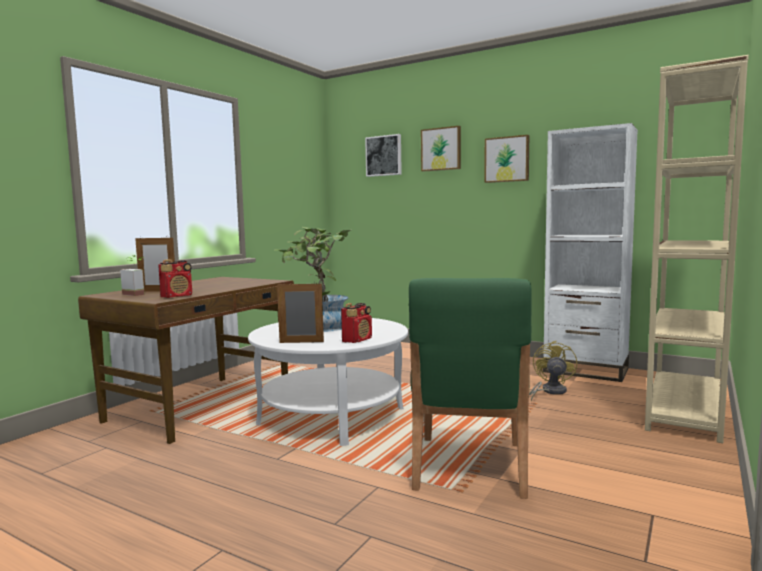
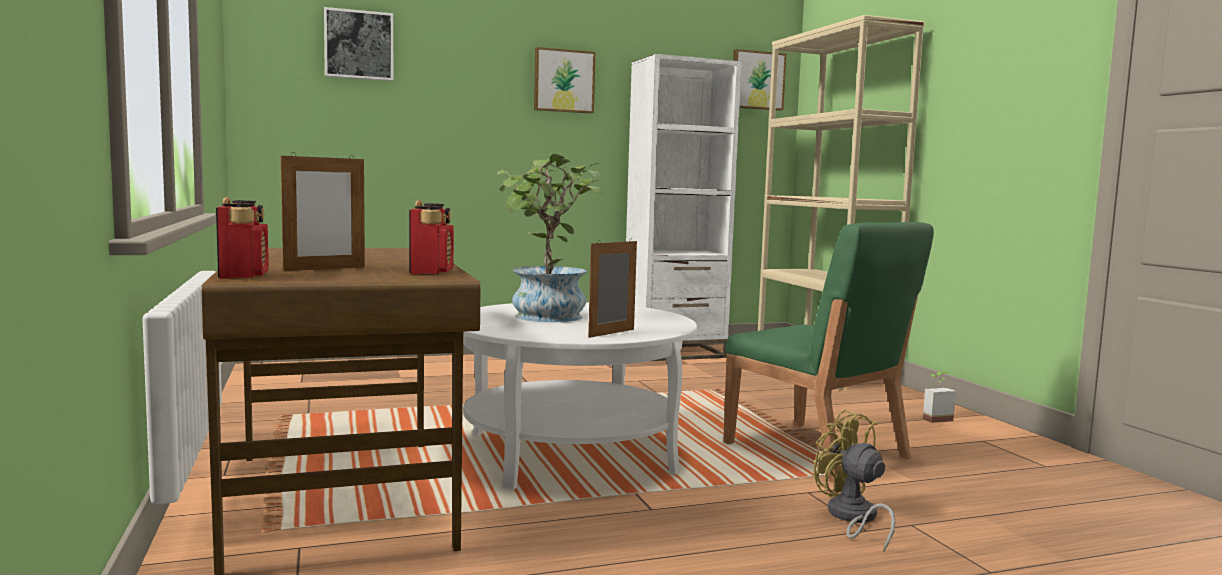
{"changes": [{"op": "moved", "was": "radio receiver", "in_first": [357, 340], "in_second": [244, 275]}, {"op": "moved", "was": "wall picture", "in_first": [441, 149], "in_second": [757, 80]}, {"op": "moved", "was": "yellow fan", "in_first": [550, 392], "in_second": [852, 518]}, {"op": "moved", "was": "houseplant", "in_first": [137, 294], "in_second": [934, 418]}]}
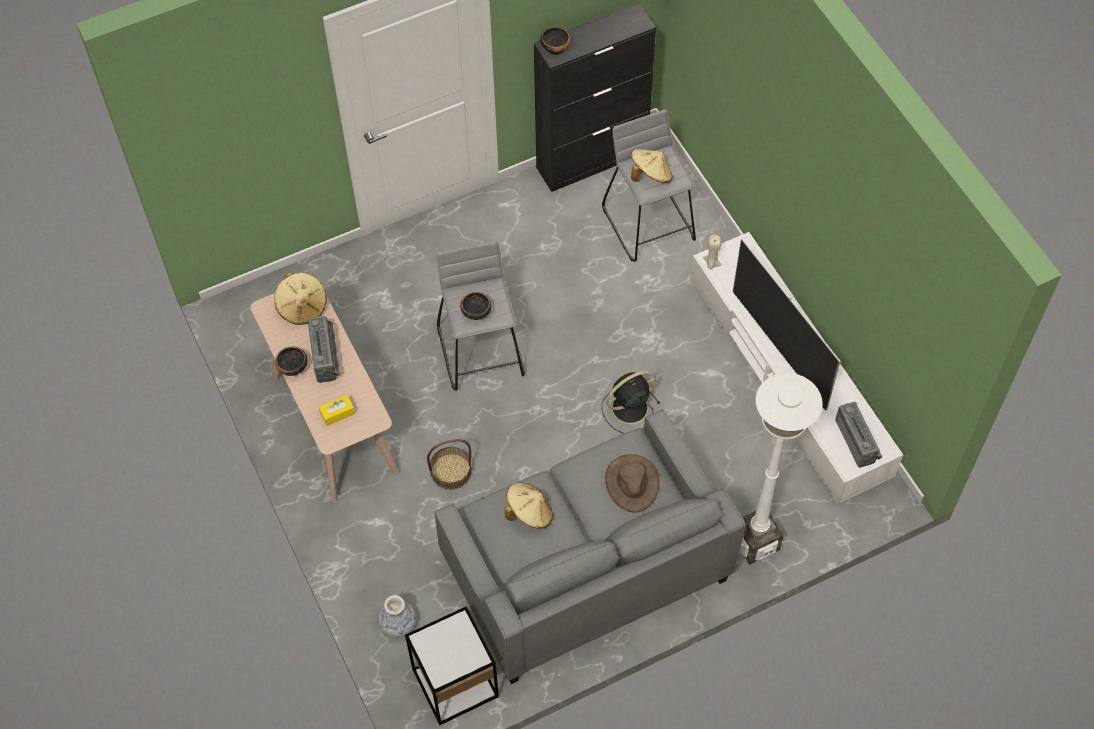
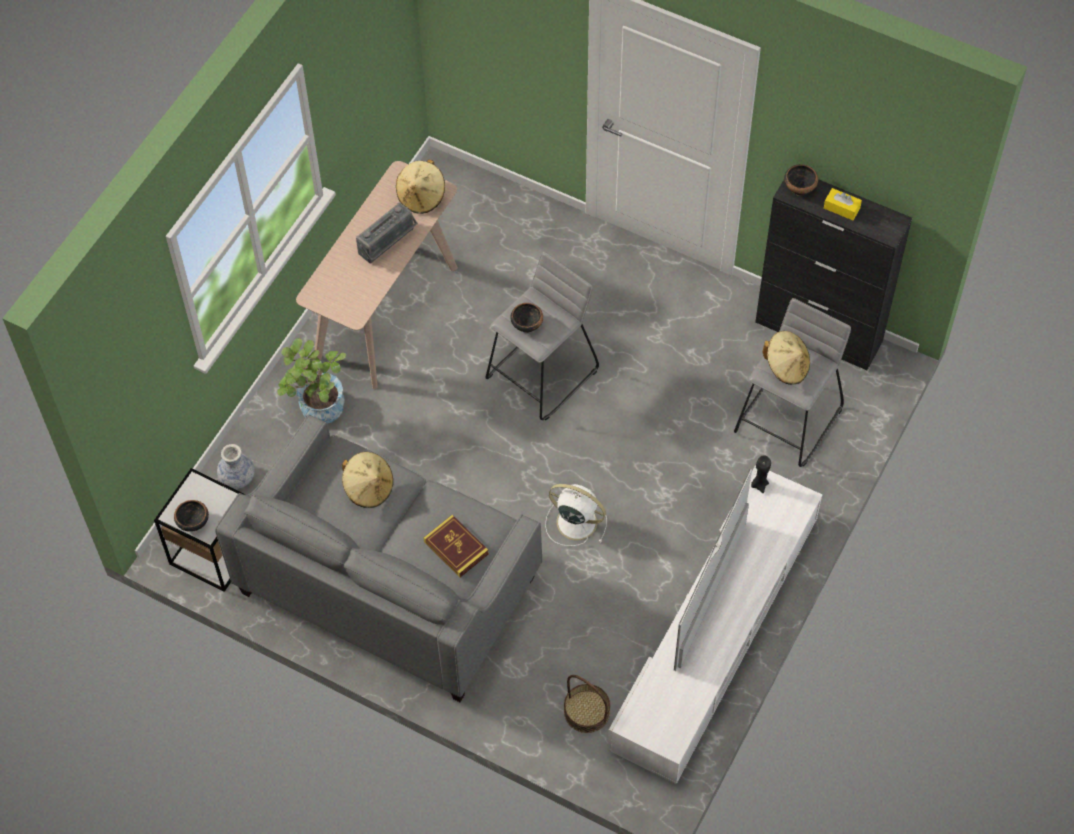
{"changes": [{"op": "moved", "was": "serving bowl", "in_first": [293, 367], "in_second": [192, 522]}, {"op": "added", "now": "houseplant", "in_second": [318, 411]}, {"op": "replaced", "was": "brown wearable hat", "now": "bound book", "in_first": [631, 483], "in_second": [456, 548]}, {"op": "recoloured", "was": "blackish fan", "now": "white fan", "in_first": [628, 409], "in_second": [575, 521]}, {"op": "moved", "was": "basket", "in_first": [451, 471], "in_second": [586, 711]}, {"op": "recoloured", "was": "beige wax candle", "now": "blackish wax candle", "in_first": [711, 263], "in_second": [759, 484]}, {"op": "moved", "was": "yellow box of tissues", "in_first": [337, 413], "in_second": [841, 208]}, {"op": "removed", "was": "white standard lamp", "in_first": [755, 543]}, {"op": "removed", "was": "radio receiver", "in_first": [858, 440]}]}
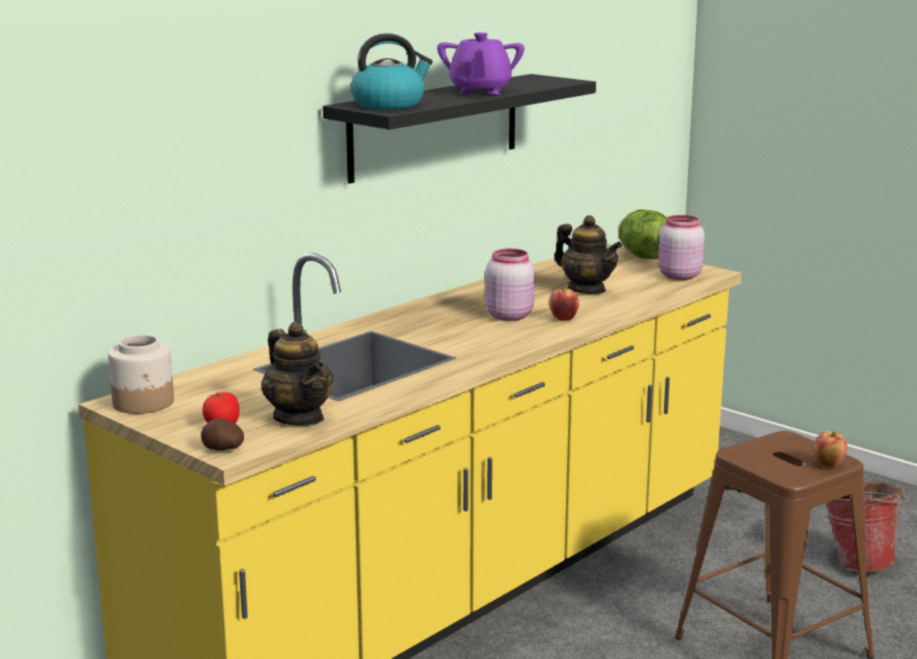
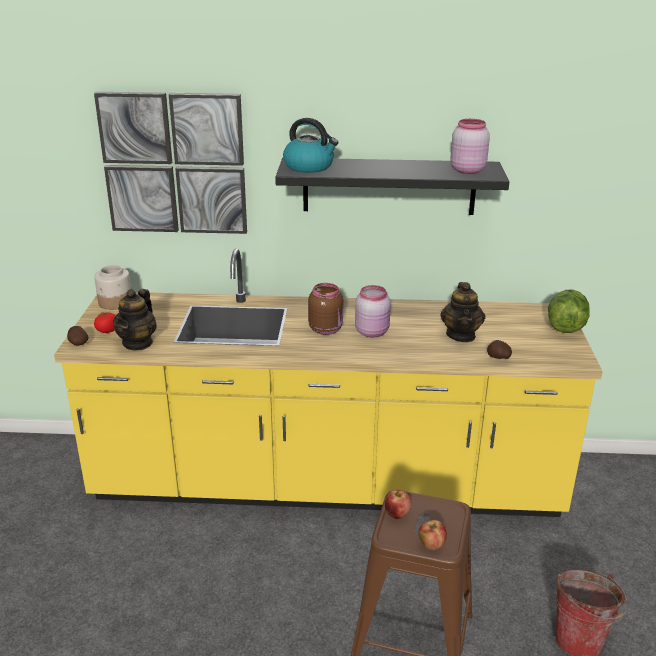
{"changes": [{"op": "added", "now": "wall picture", "in_second": [174, 164]}, {"op": "added", "now": "brown jar", "in_second": [326, 329]}, {"op": "moved", "was": "apple fruit", "in_first": [564, 319], "in_second": [397, 514]}, {"op": "moved", "was": "pink jar", "in_first": [678, 276], "in_second": [466, 170]}, {"op": "added", "now": "potato", "in_second": [498, 357]}, {"op": "removed", "was": "purplish teapot", "in_first": [480, 91]}]}
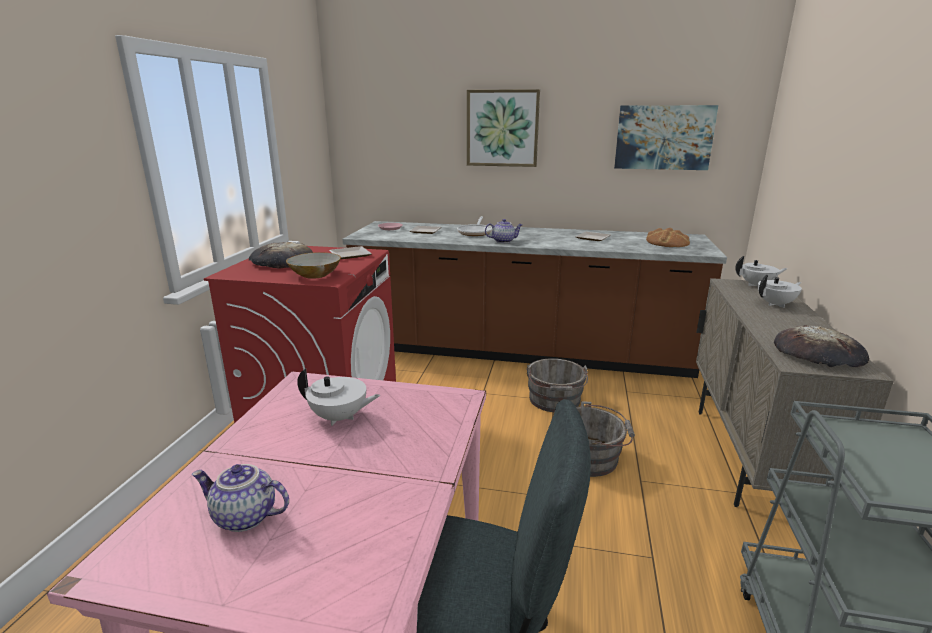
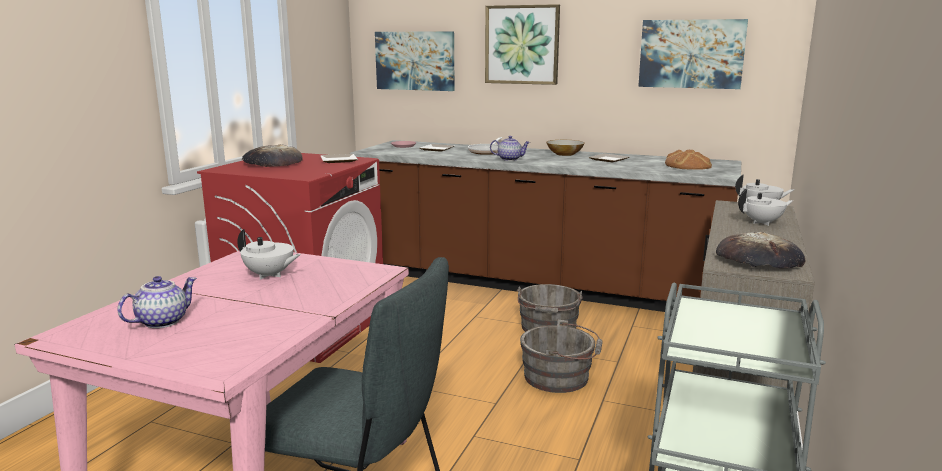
{"changes": [{"op": "turned", "was": "teapot", "in_first": [243, 518], "in_second": [162, 321], "clockwise": 105}, {"op": "added", "now": "wall picture", "in_second": [415, 61]}, {"op": "moved", "was": "serving bowl", "in_first": [314, 275], "in_second": [564, 154]}]}
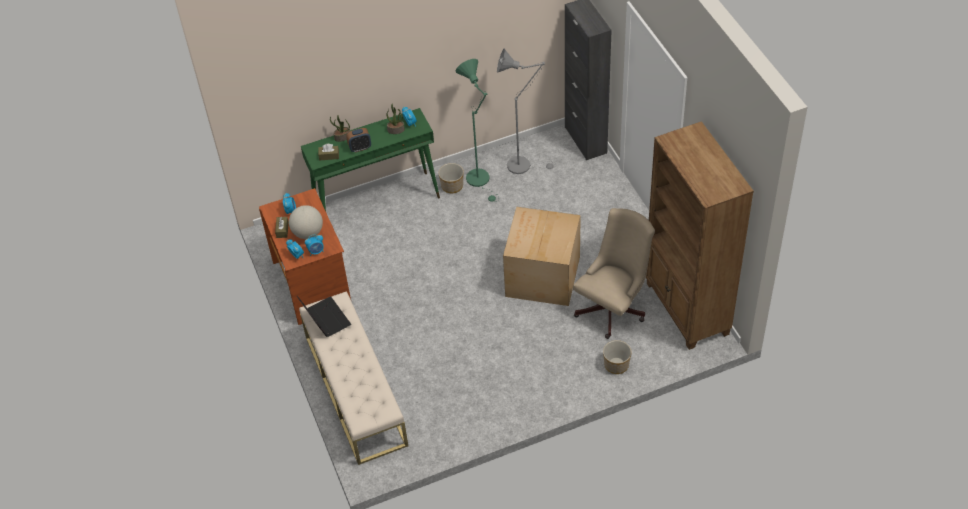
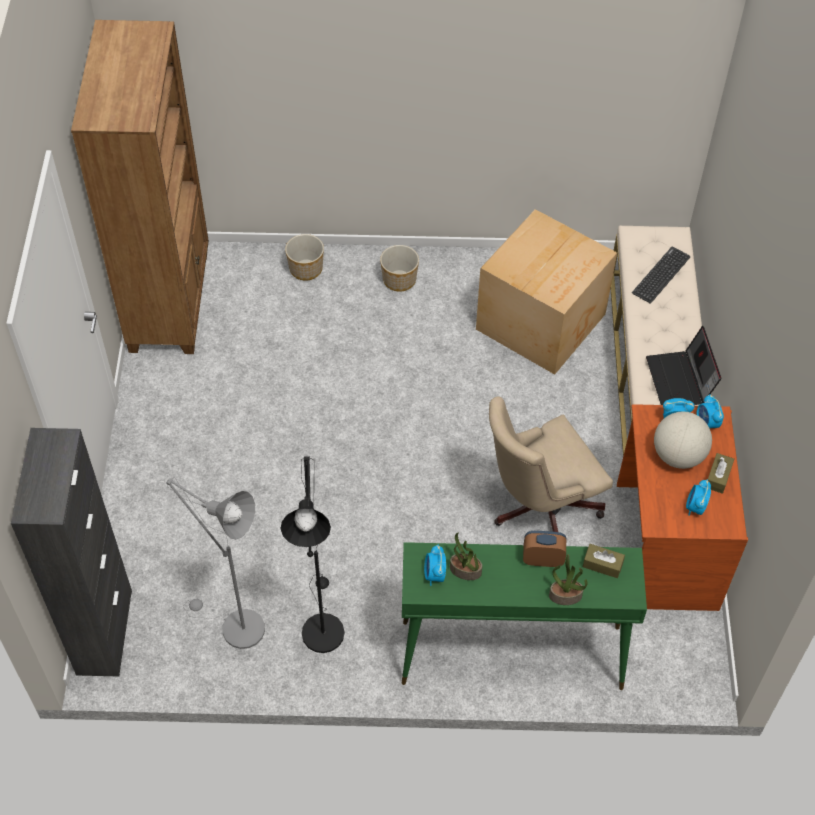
{"changes": [{"op": "recoloured", "was": "greenish standard lamp", "now": "blackish standard lamp", "in_first": [480, 181], "in_second": [321, 625]}, {"op": "moved", "was": "plant pot", "in_first": [452, 186], "in_second": [399, 279]}, {"op": "moved", "was": "cardboard box", "in_first": [541, 277], "in_second": [543, 321]}, {"op": "moved", "was": "beige computer chair", "in_first": [613, 307], "in_second": [538, 508]}, {"op": "added", "now": "computer keyboard", "in_second": [661, 275]}]}
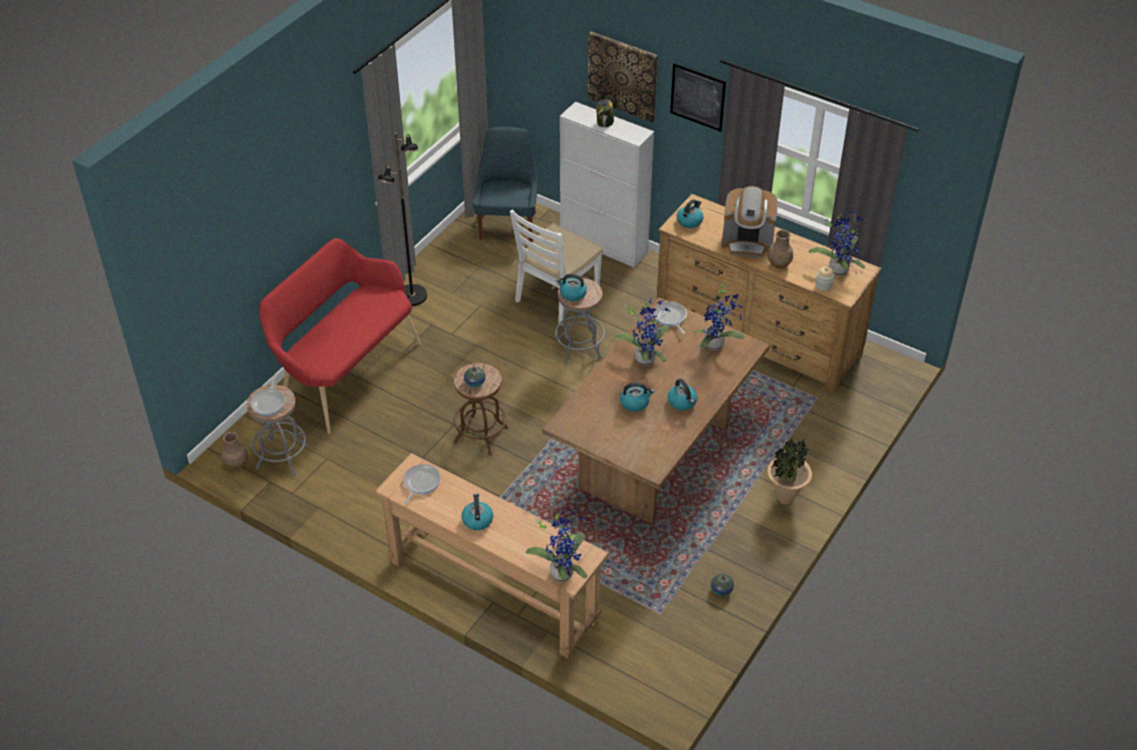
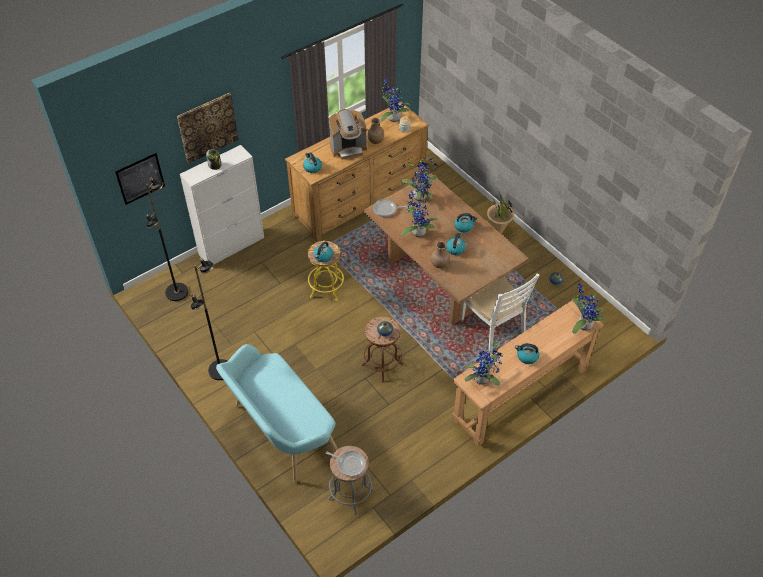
{"changes": [{"op": "moved", "was": "wall picture", "in_first": [697, 97], "in_second": [140, 178]}, {"op": "replaced", "was": "blue-coloured plain chair", "now": "blackish standard lamp", "in_first": [508, 224], "in_second": [177, 292]}, {"op": "recoloured", "was": "reddish long seat", "now": "turquoise long seat", "in_first": [345, 372], "in_second": [281, 432]}, {"op": "recoloured", "was": "grey sitting stool", "now": "yellow sitting stool", "in_first": [579, 348], "in_second": [326, 288]}, {"op": "turned", "was": "coffee brewer", "in_first": [747, 243], "in_second": [348, 148], "clockwise": 45}, {"op": "moved", "was": "brown vase", "in_first": [236, 463], "in_second": [439, 264]}, {"op": "moved", "was": "white plain chair", "in_first": [556, 296], "in_second": [493, 326]}, {"op": "replaced", "was": "frying pan", "now": "houseplant", "in_first": [420, 483], "in_second": [483, 380]}]}
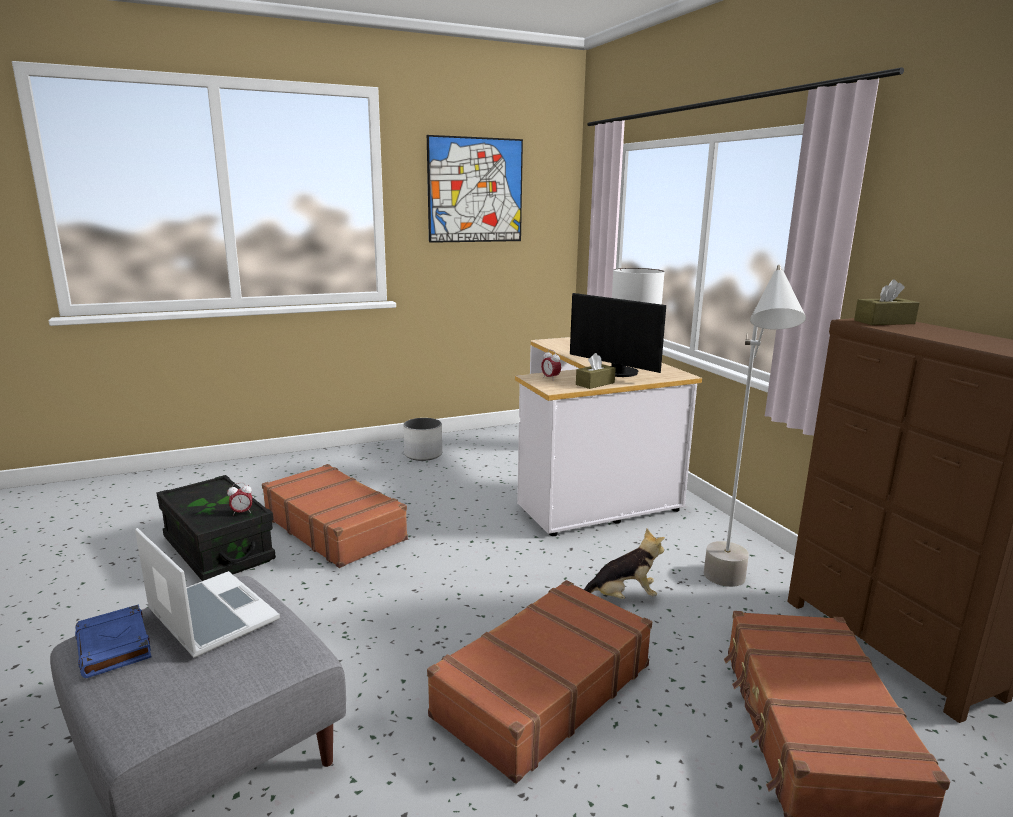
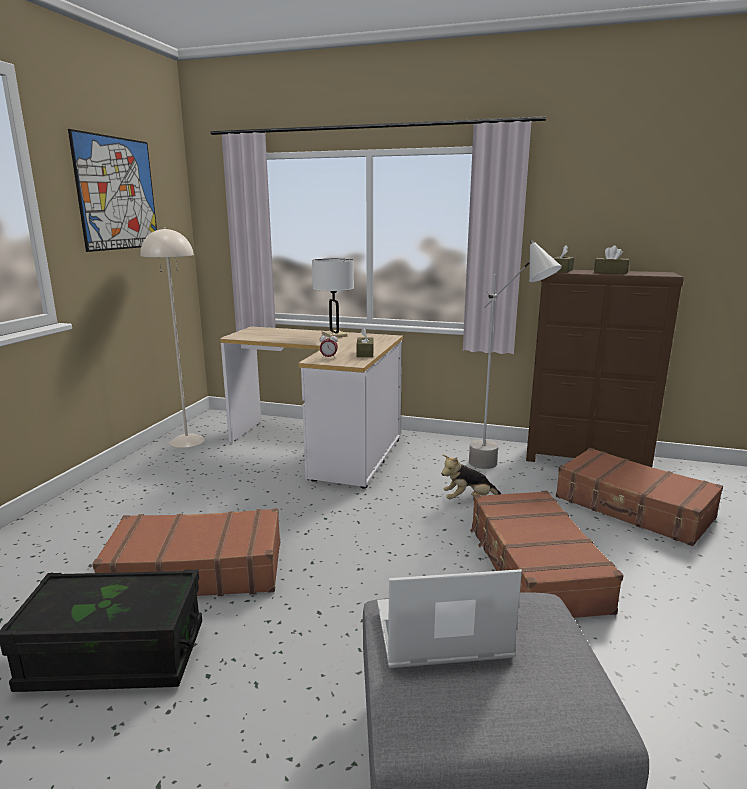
{"changes": [{"op": "added", "now": "beige standard lamp", "in_second": [187, 441]}, {"op": "turned", "was": "cuddly toy", "in_first": [622, 597], "in_second": [468, 499], "clockwise": -135}, {"op": "added", "now": "brown box of tissues", "in_second": [610, 272]}, {"op": "removed", "was": "blue-coloured bound book", "in_first": [114, 646]}, {"op": "removed", "was": "table clock", "in_first": [242, 512]}, {"op": "removed", "was": "white plant pot", "in_first": [423, 454]}, {"op": "removed", "was": "computer screen", "in_first": [617, 373]}]}
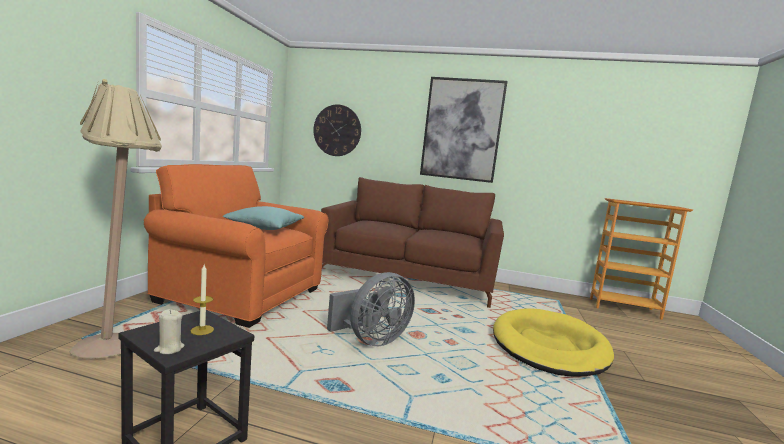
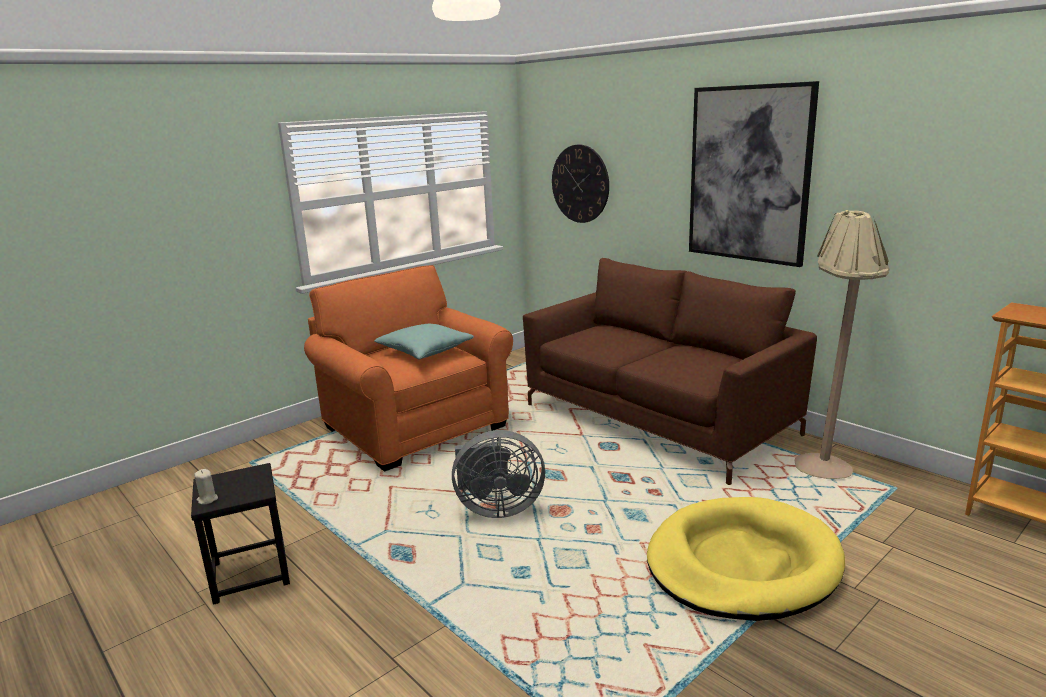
{"changes": [{"op": "moved", "was": "beige standard lamp", "in_first": [118, 341], "in_second": [829, 462]}, {"op": "removed", "was": "wax candle", "in_first": [202, 330]}]}
